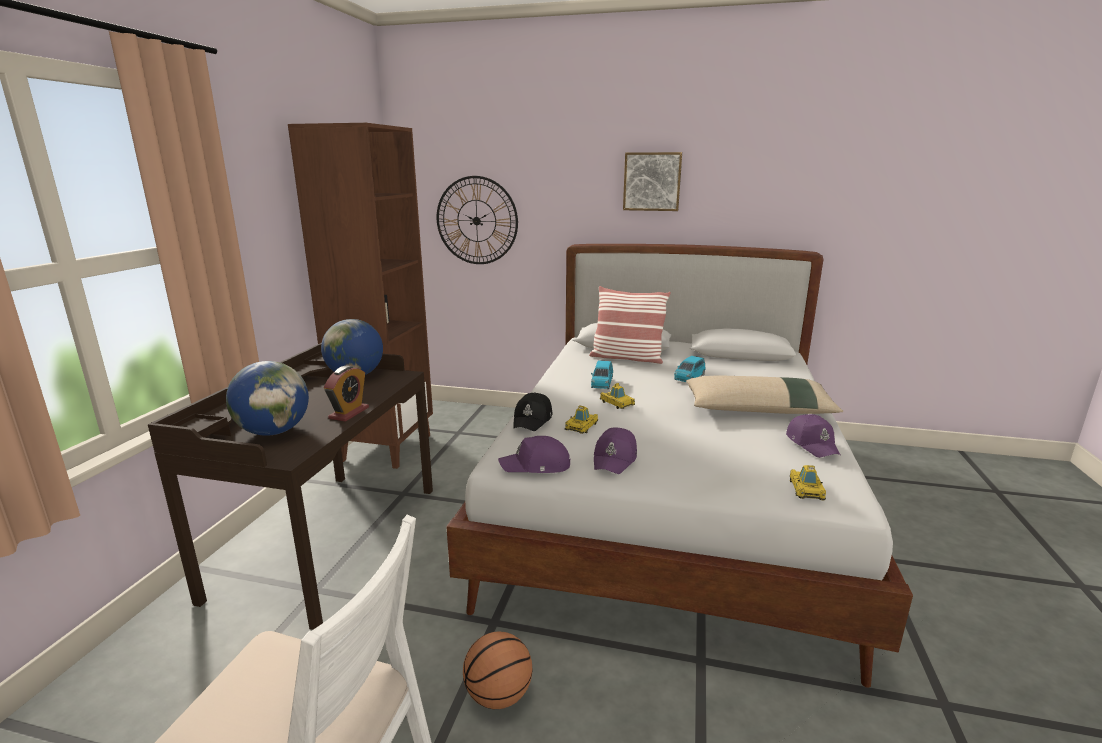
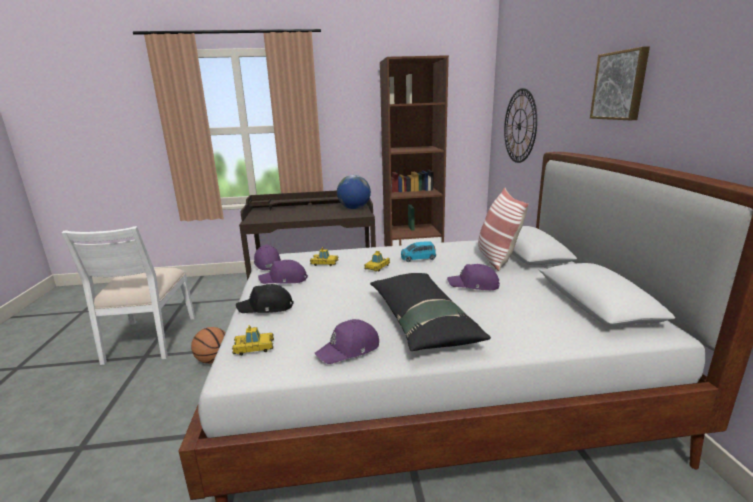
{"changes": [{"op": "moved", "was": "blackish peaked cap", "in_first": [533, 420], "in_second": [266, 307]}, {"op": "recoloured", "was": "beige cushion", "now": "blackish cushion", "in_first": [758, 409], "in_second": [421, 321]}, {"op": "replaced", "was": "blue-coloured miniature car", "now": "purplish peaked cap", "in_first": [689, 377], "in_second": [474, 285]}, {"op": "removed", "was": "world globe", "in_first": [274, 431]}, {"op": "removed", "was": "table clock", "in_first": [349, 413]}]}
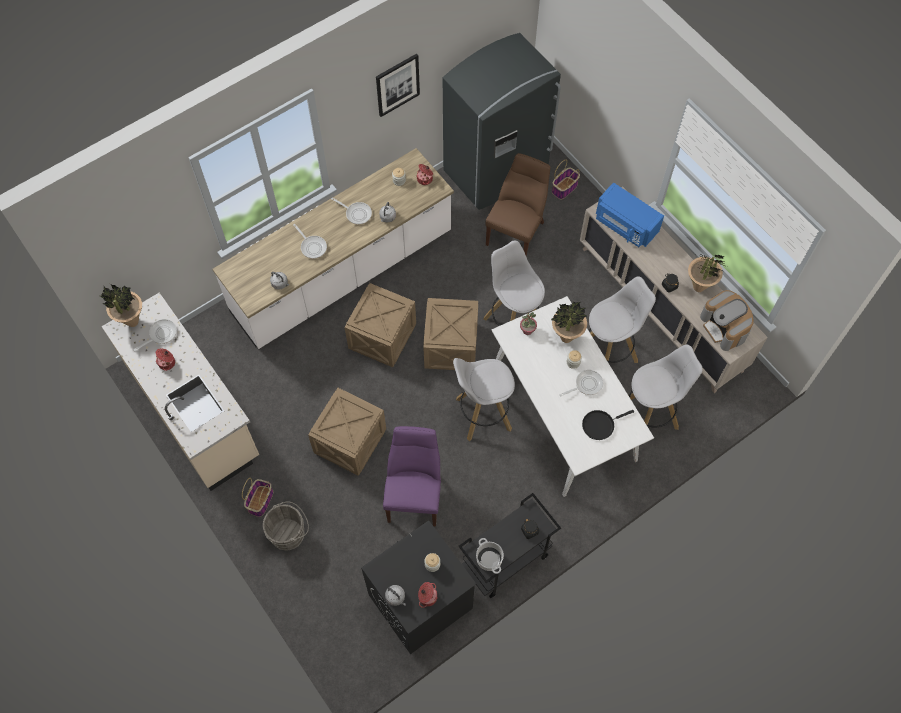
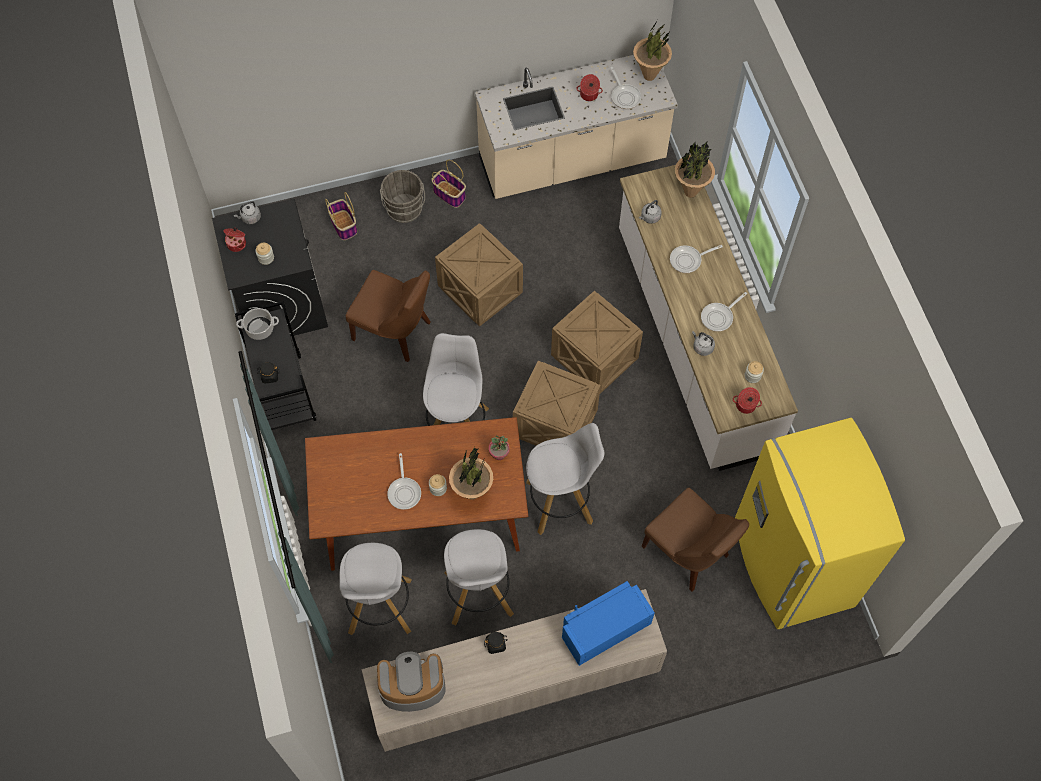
{"changes": [{"op": "recoloured", "was": "white kitchen table", "now": "brown kitchen table", "in_first": [562, 414], "in_second": [422, 512]}, {"op": "moved", "was": "basket", "in_first": [564, 188], "in_second": [344, 225]}, {"op": "recoloured", "was": "purplish plain chair", "now": "brown plain chair", "in_first": [415, 494], "in_second": [395, 332]}, {"op": "moved", "was": "houseplant", "in_first": [699, 287], "in_second": [690, 192]}, {"op": "recoloured", "was": "grey refrigerator", "now": "yellow refrigerator", "in_first": [497, 170], "in_second": [791, 563]}, {"op": "removed", "was": "wall picture", "in_first": [397, 84]}, {"op": "removed", "was": "blackish frying pan", "in_first": [600, 425]}]}
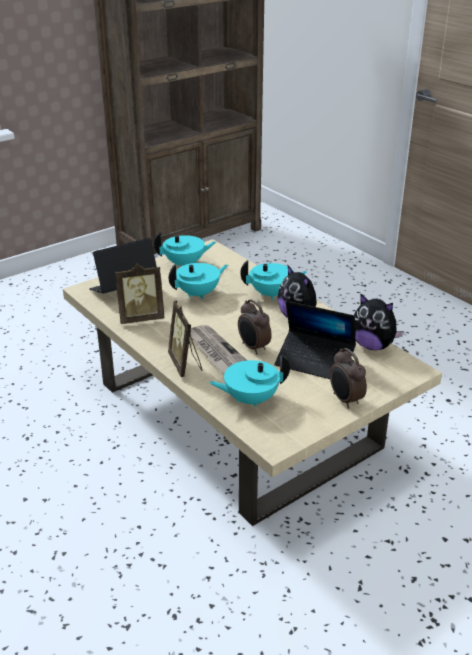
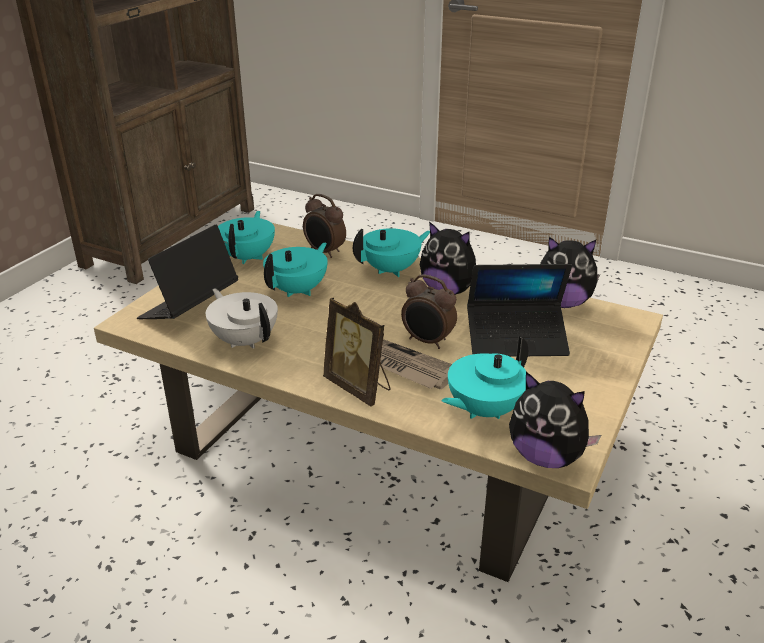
{"changes": [{"op": "replaced", "was": "picture frame", "now": "white teapot", "in_first": [141, 318], "in_second": [245, 340]}, {"op": "turned", "was": "turquoise teapot", "in_first": [185, 264], "in_second": [248, 257], "clockwise": -45}, {"op": "moved", "was": "table clock", "in_first": [345, 400], "in_second": [324, 252]}, {"op": "added", "now": "cuddly toy", "in_second": [546, 457]}]}
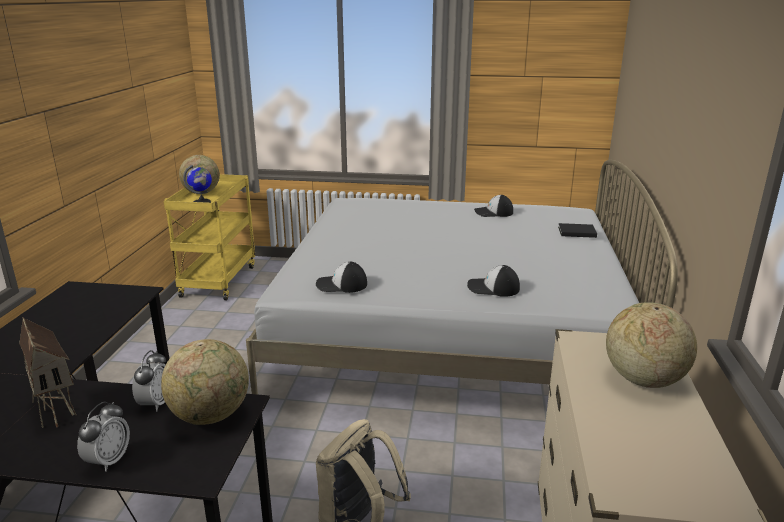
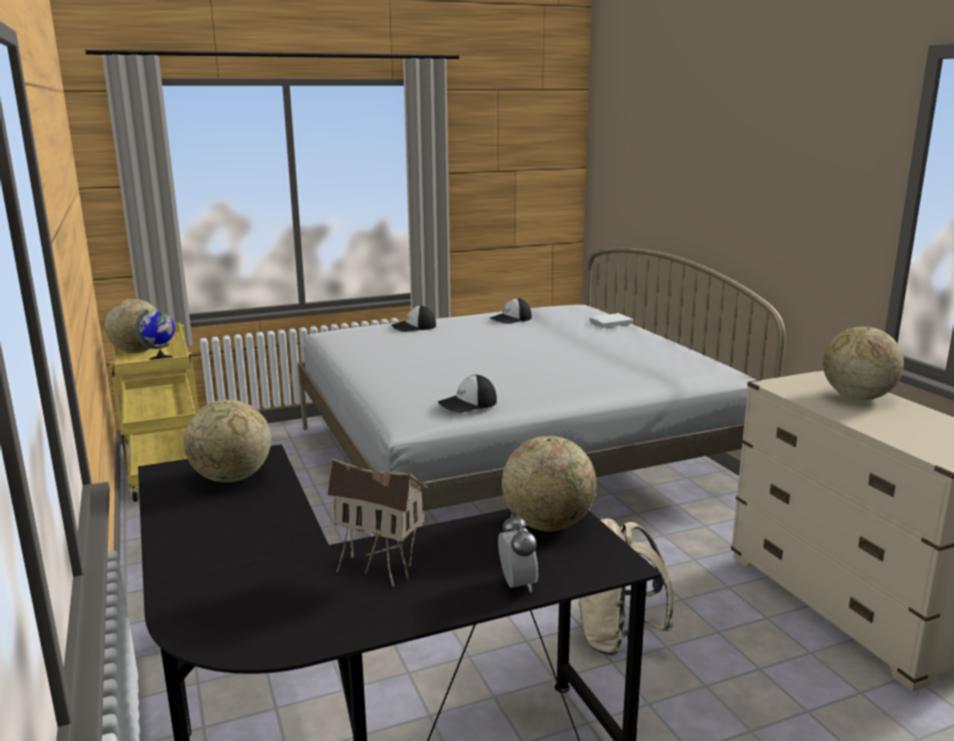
{"changes": [{"op": "added", "now": "world globe", "in_second": [232, 478]}, {"op": "moved", "was": "peaked cap", "in_first": [492, 288], "in_second": [413, 327]}, {"op": "recoloured", "was": "blackish bound book", "now": "white bound book", "in_first": [575, 232], "in_second": [609, 322]}, {"op": "removed", "was": "table clock", "in_first": [155, 403]}]}
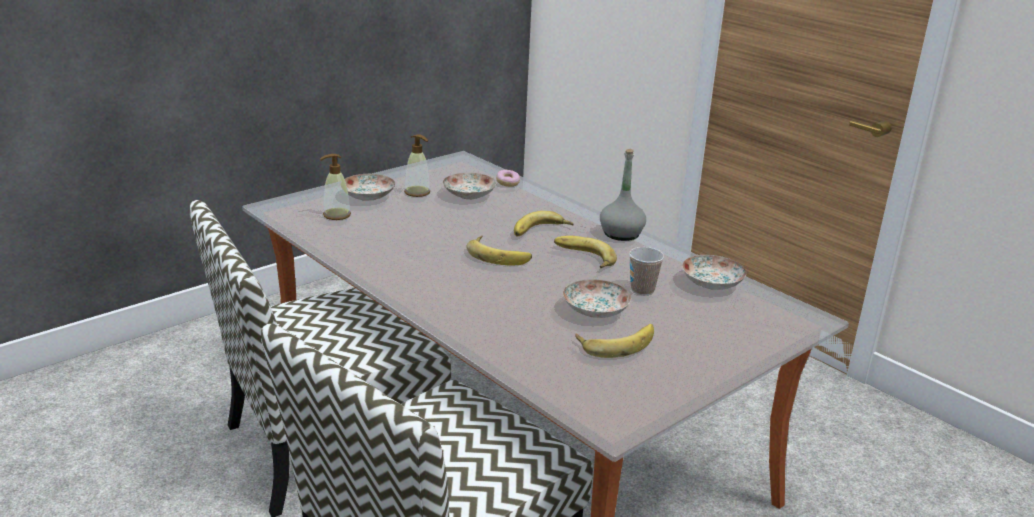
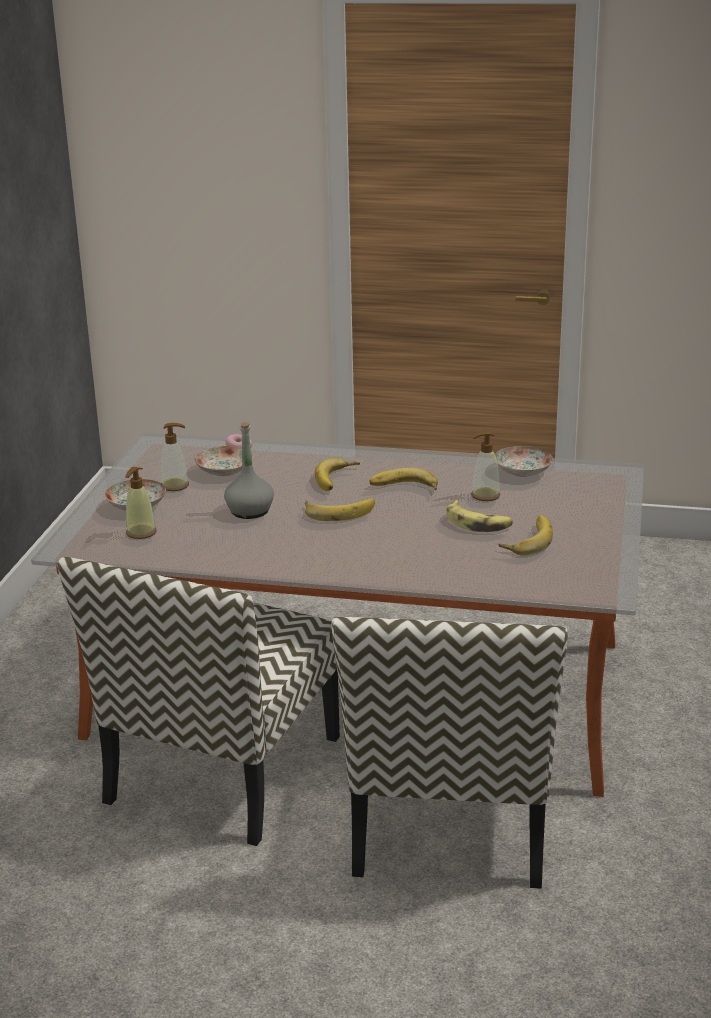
{"changes": [{"op": "moved", "was": "grey bottle", "in_first": [621, 234], "in_second": [250, 511]}, {"op": "replaced", "was": "plate", "now": "banana fruit", "in_first": [596, 310], "in_second": [478, 523]}, {"op": "replaced", "was": "small cup", "now": "liquid soap bottle", "in_first": [642, 290], "in_second": [485, 495]}]}
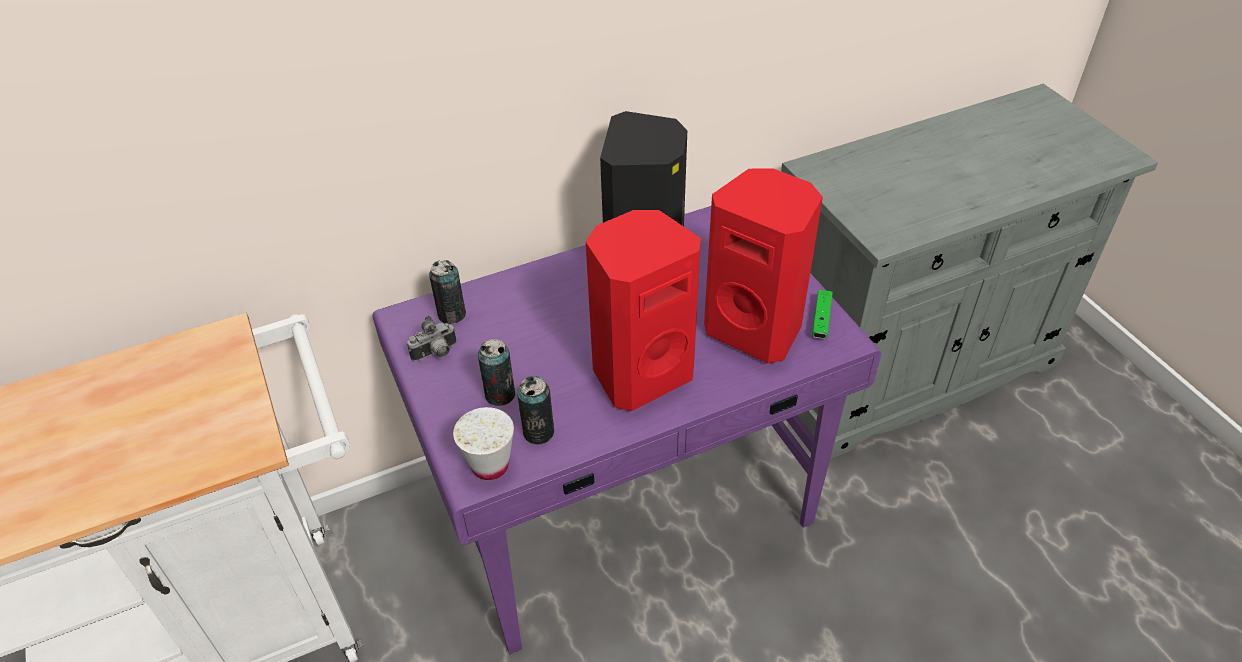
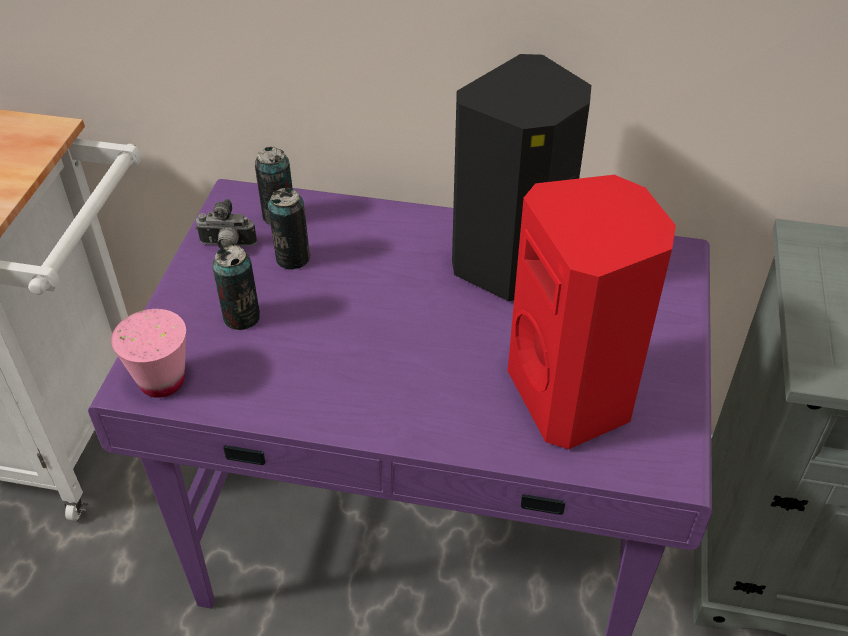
{"changes": [{"op": "recoloured", "was": "white small cup", "now": "pink small cup", "in_first": [490, 465], "in_second": [162, 381]}, {"op": "moved", "was": "sealed can", "in_first": [538, 432], "in_second": [293, 258]}, {"op": "removed", "was": "reddish loudspeaker", "in_first": [640, 373]}, {"op": "removed", "was": "greenish joypad", "in_first": [821, 320]}]}
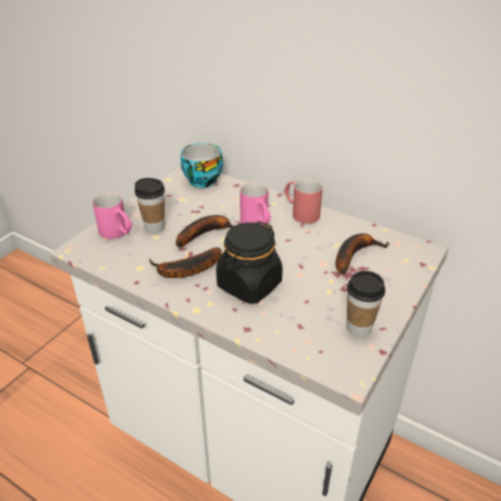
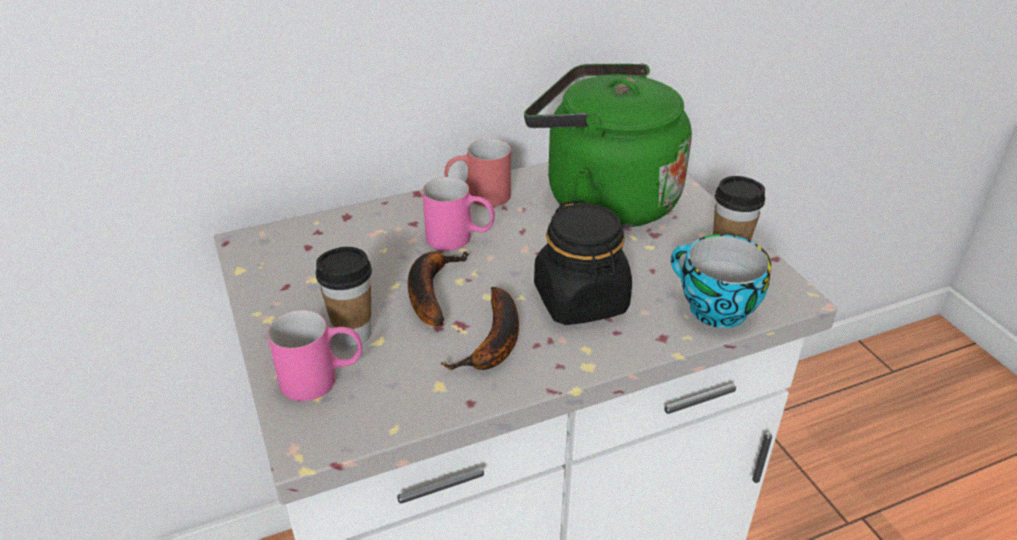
{"changes": [{"op": "replaced", "was": "banana fruit", "now": "greenish water kettle", "in_first": [354, 255], "in_second": [603, 199]}, {"op": "moved", "was": "small cup", "in_first": [202, 179], "in_second": [713, 309]}]}
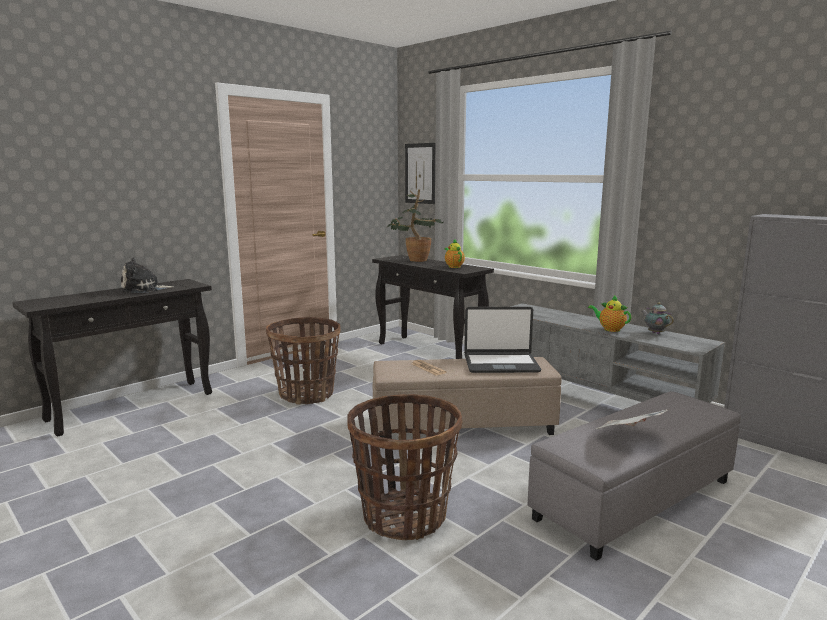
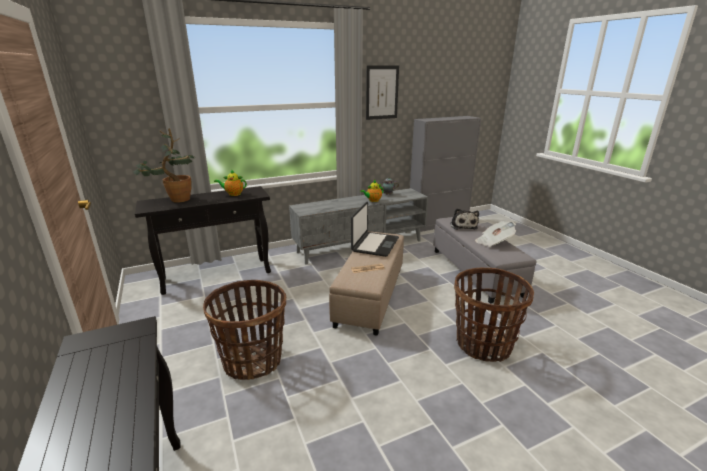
{"changes": [{"op": "moved", "was": "wall picture", "in_first": [420, 173], "in_second": [382, 92]}, {"op": "moved", "was": "cuddly toy", "in_first": [144, 289], "in_second": [463, 225]}]}
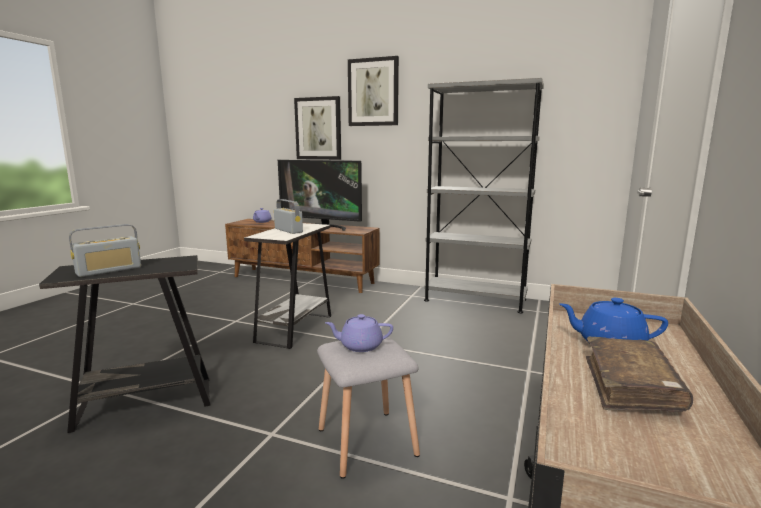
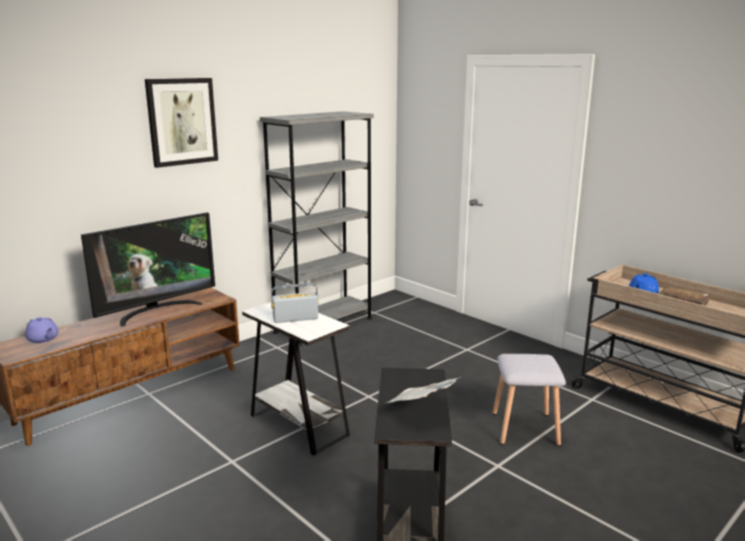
{"changes": [{"op": "replaced", "was": "radio receiver", "now": "printed paper", "in_first": [109, 270], "in_second": [421, 408]}, {"op": "removed", "was": "wall picture", "in_first": [318, 128]}, {"op": "removed", "was": "purplish teapot", "in_first": [360, 346]}]}
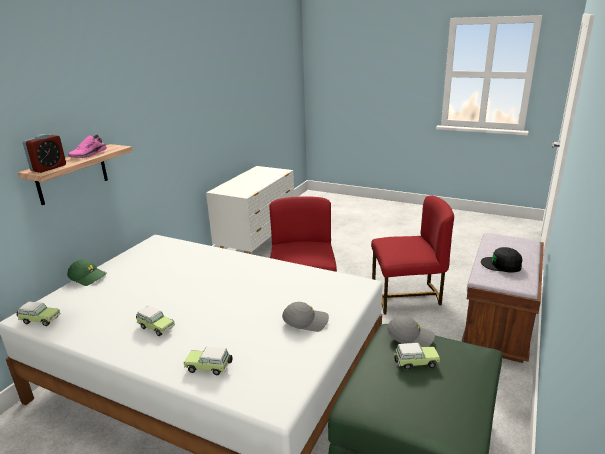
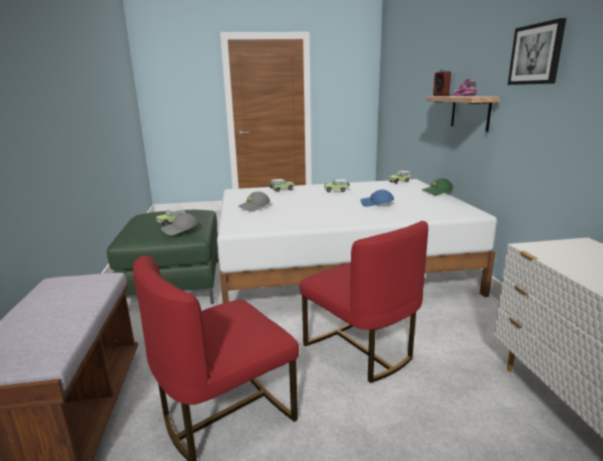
{"changes": [{"op": "added", "now": "blue-coloured peaked cap", "in_second": [376, 204]}, {"op": "added", "now": "wall picture", "in_second": [536, 54]}, {"op": "removed", "was": "blackish peaked cap", "in_first": [501, 265]}]}
